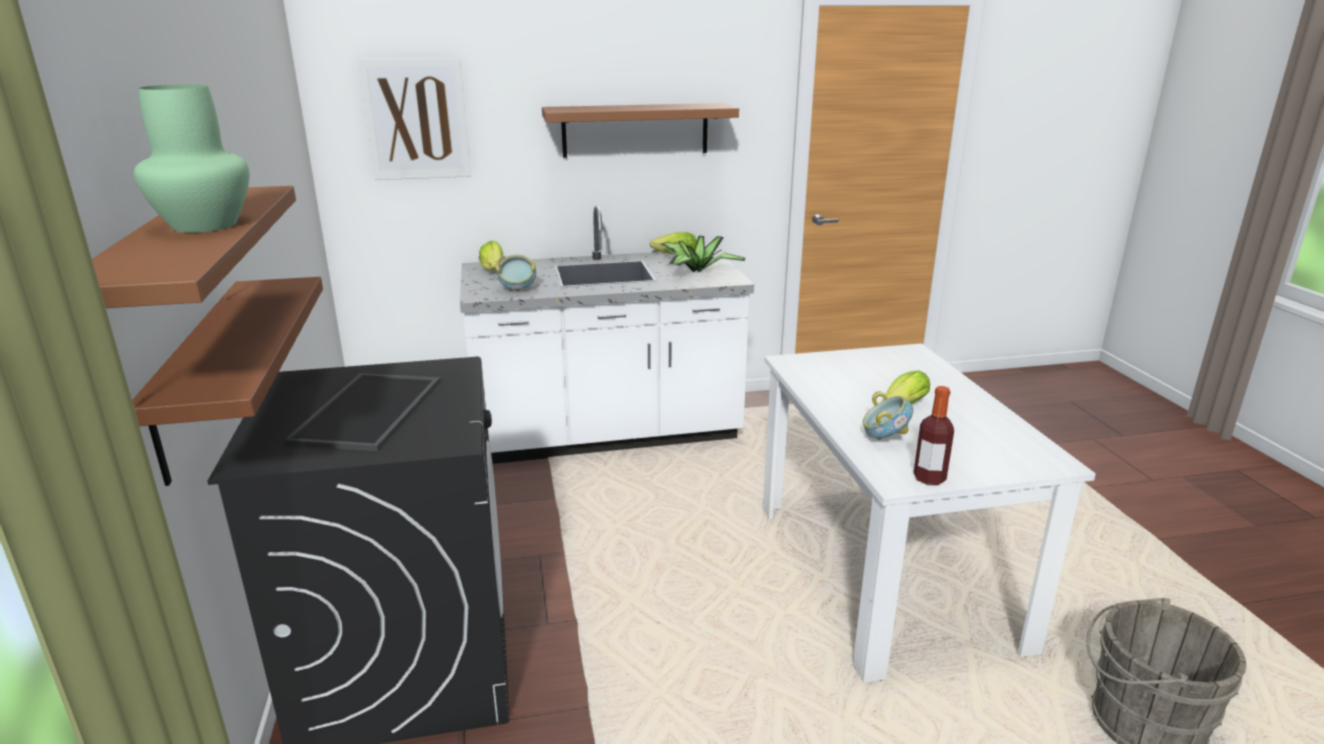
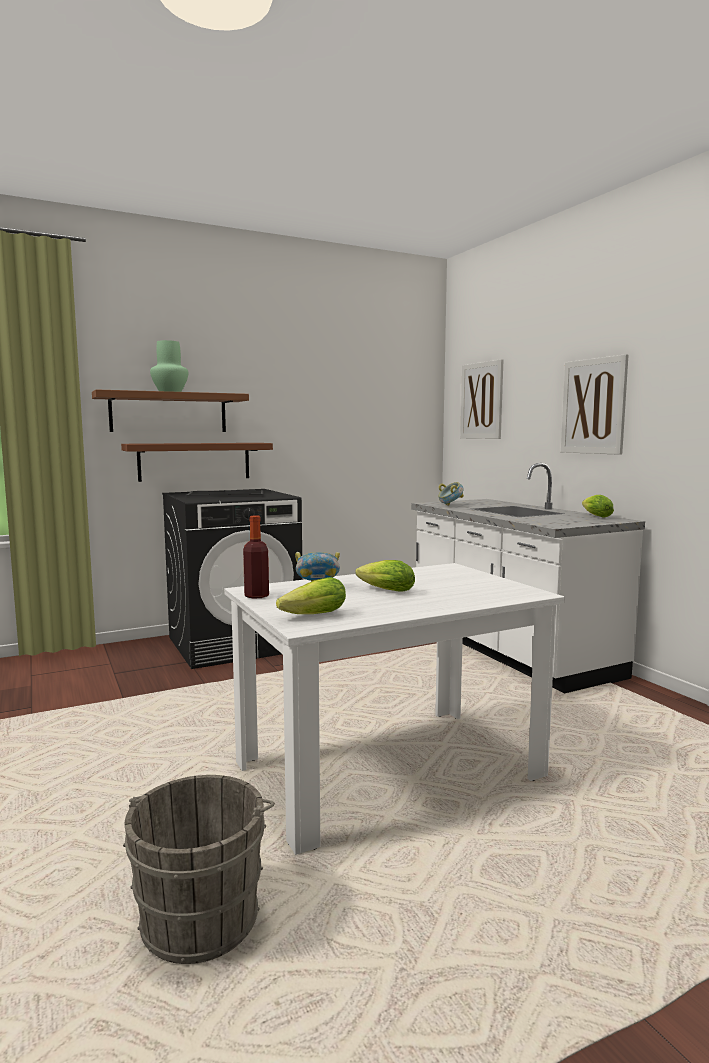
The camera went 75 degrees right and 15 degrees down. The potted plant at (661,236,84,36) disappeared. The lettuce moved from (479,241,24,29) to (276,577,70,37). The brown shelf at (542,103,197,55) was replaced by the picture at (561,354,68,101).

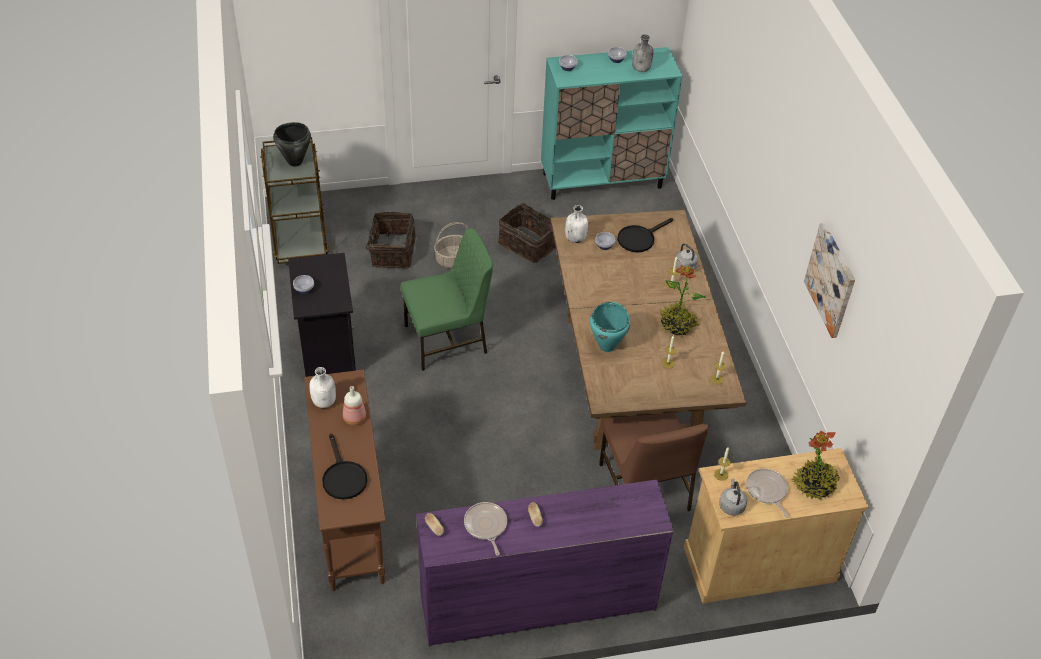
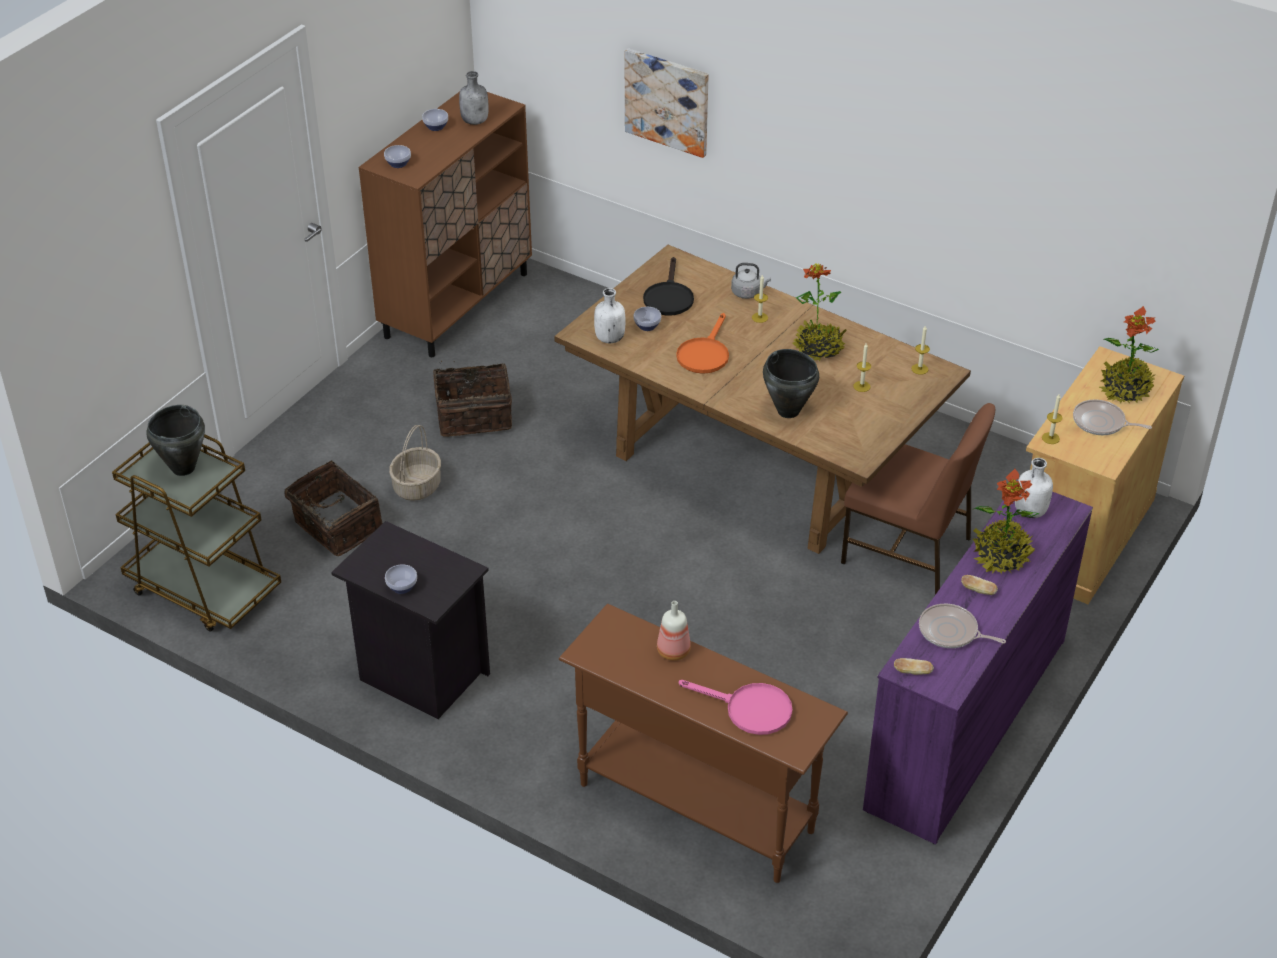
The camera went 45 degrees left and 5 degrees down. The green chair at (400,228,93,143) disappeared. The grey kettle at (719,479,28,37) disappeared. The orange frying pan at (676,313,53,61) appeared. The potted plant at (973,469,66,105) appeared. The white bottle moved from (309,367,27,41) to (1015,458,38,60). The picture moved from (804,223,51,115) to (624,48,85,110). The black frying pan at (322,433,45,67) became the pink frying pan at (679,680,113,55). The turquoise cabinet at (541,47,141,153) became the brown cabinet at (359,92,173,265). The turquoise cooking pot at (590,302,40,50) became the black cooking pot at (763,349,56,69).

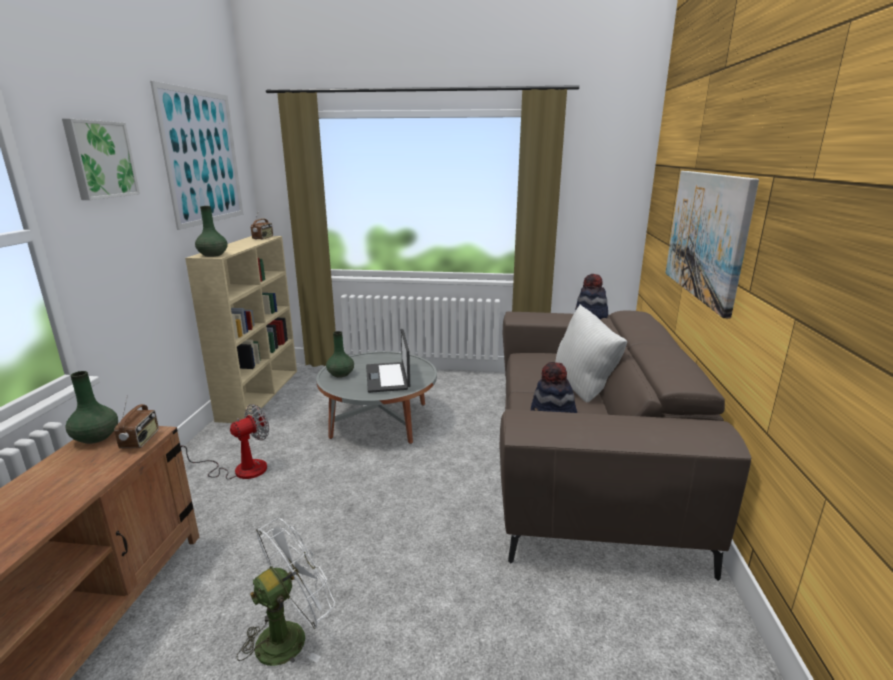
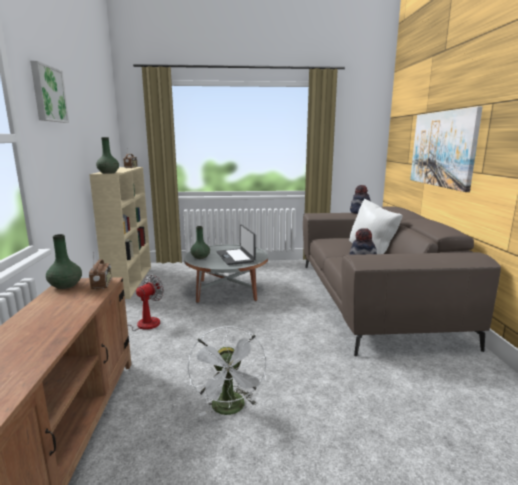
The camera went 10 degrees left and 5 degrees down. The picture at (150,81,93,149) disappeared. The white fan at (237,518,98,148) turned 135 degrees clockwise.

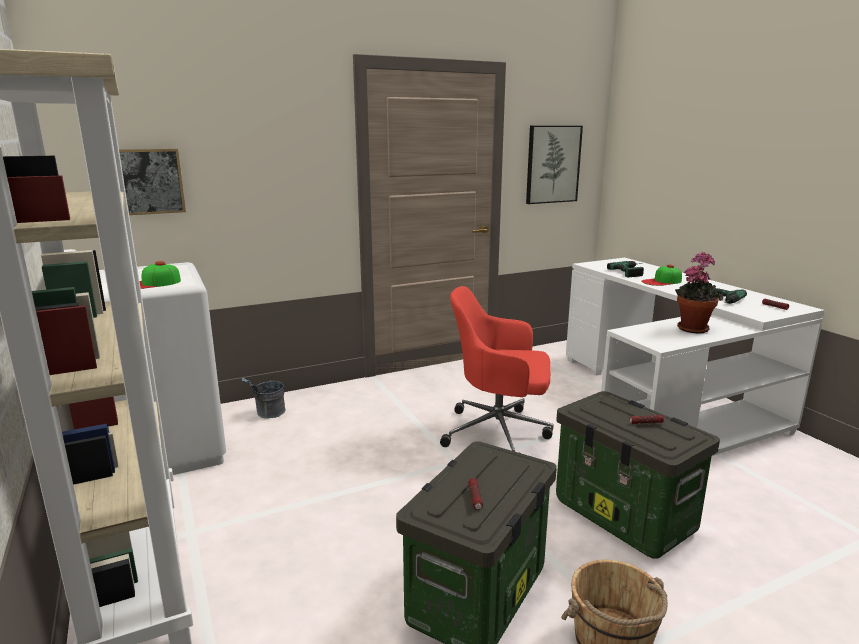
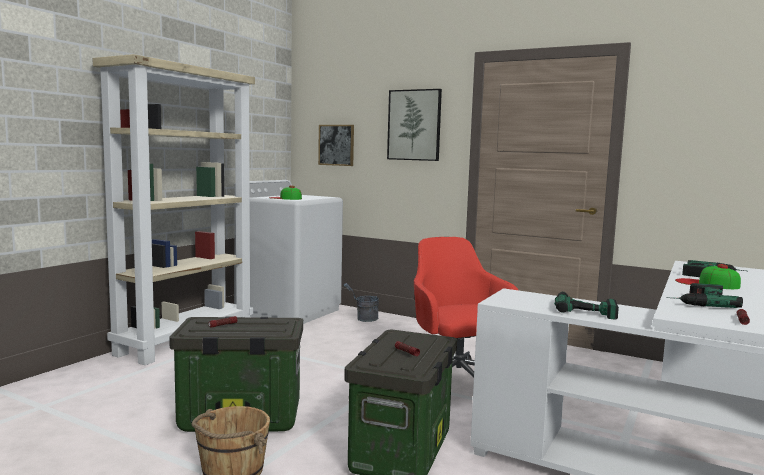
The camera went 55 degrees right and 10 degrees down. The picture moved from (526,126,57,78) to (387,89,55,72). The potted plant at (675,252,49,82) was replaced by the power drill at (554,292,65,28).

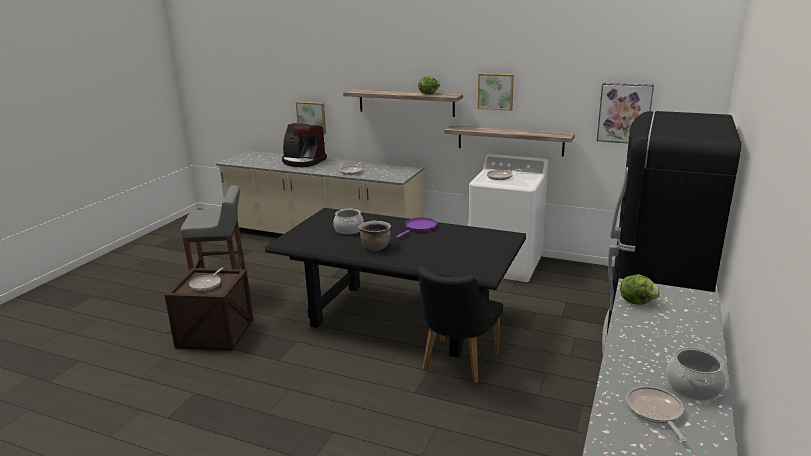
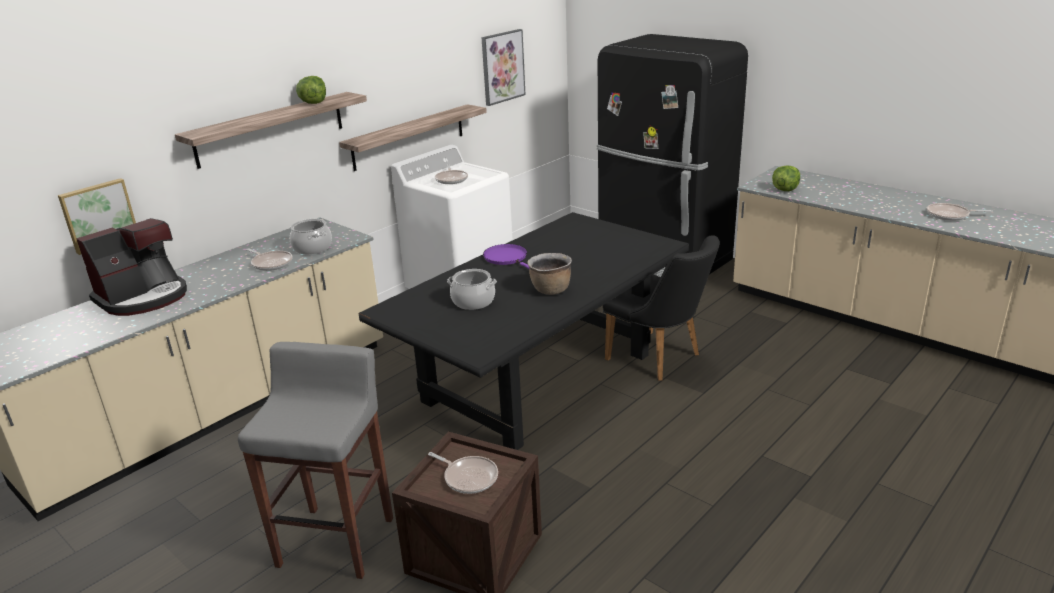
The camera went 70 degrees left and 5 degrees up. The picture at (478,73,36,38) disappeared. The cooking pot moved from (666,347,60,54) to (290,219,42,35).

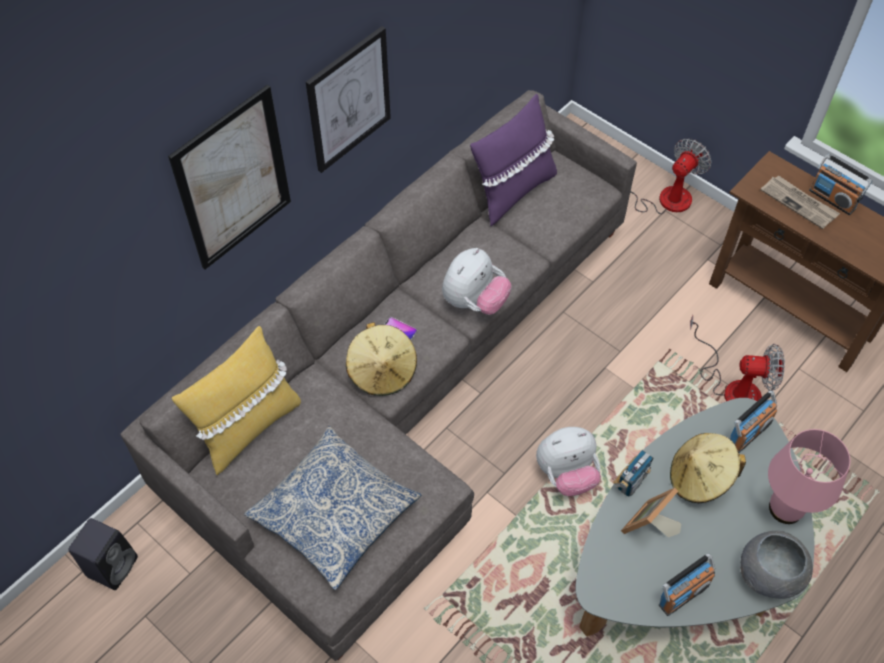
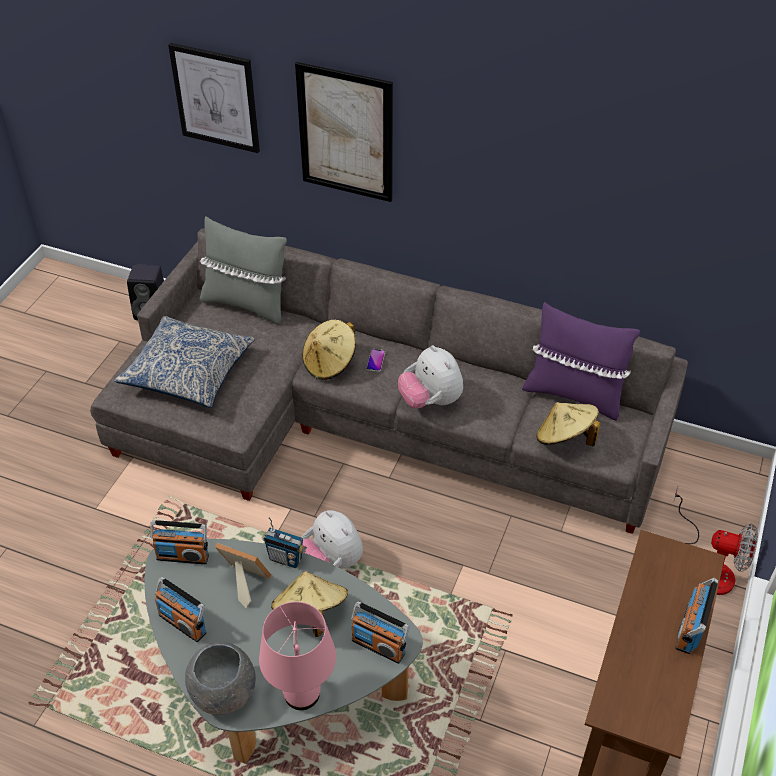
The camera went 70 degrees right and 10 degrees down. The fan at (690,315,95,86) disappeared. The newspaper at (760,175,80,54) disappeared. The radio at (150,520,59,44) appeared. The beige hat at (536,402,65,44) appeared. The picture moved from (306,26,85,147) to (168,43,92,110). The yellow pillow at (172,326,129,149) became the grey pillow at (199,216,88,109). The plush toy at (442,248,69,67) turned 45 degrees clockwise.

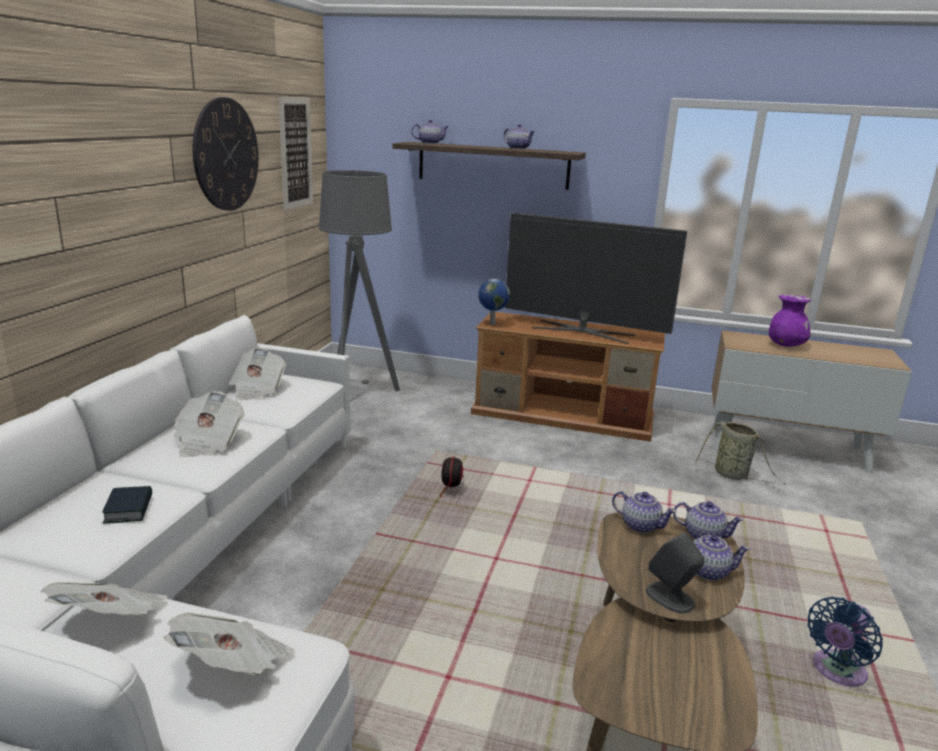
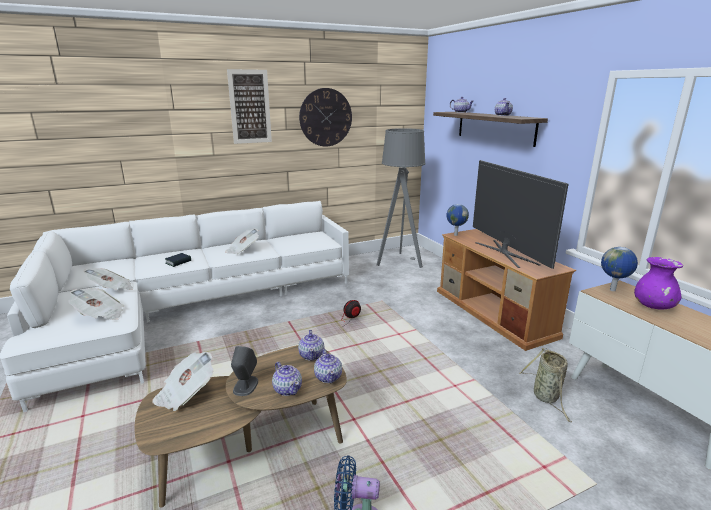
The camera went 50 degrees right and 0 degrees up. The globe at (601,247,37,44) appeared. The newspaper moved from (229,348,57,52) to (153,352,61,59). The picture moved from (278,96,35,114) to (227,69,45,75).

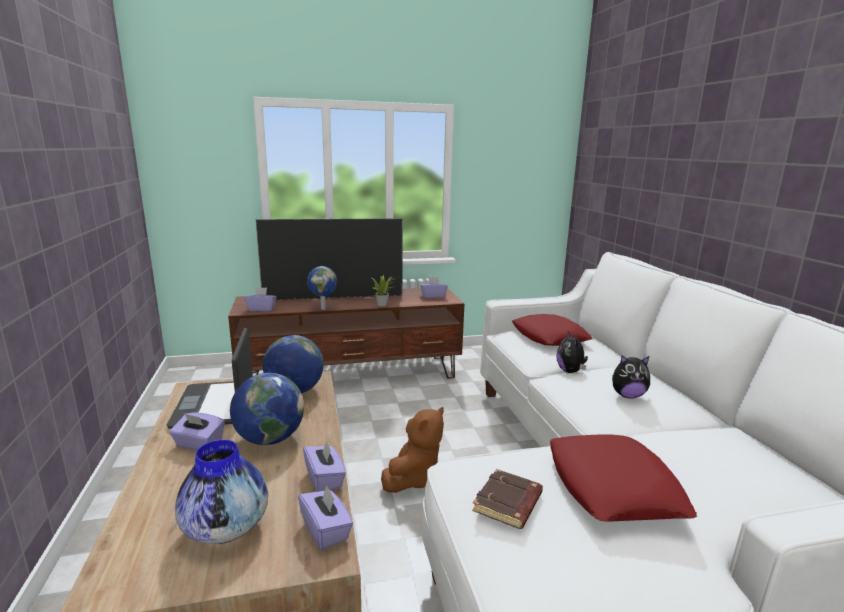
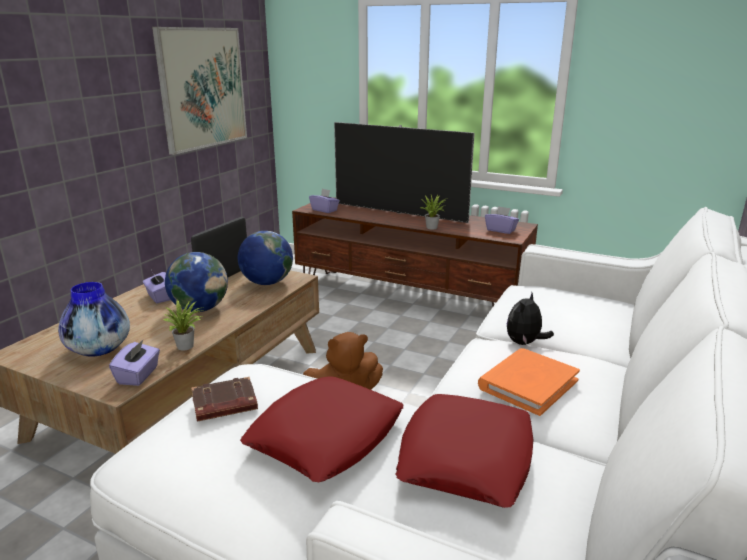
The camera went 40 degrees right and 5 degrees up. The globe at (307,266,30,44) disappeared. The picture at (152,27,95,128) appeared. The red pillow moved from (512,314,81,32) to (396,394,137,114). The purple tissue box at (303,440,43,52) was replaced by the potted plant at (163,300,41,51). The plush toy at (612,355,38,44) was replaced by the orange book at (478,348,102,68).

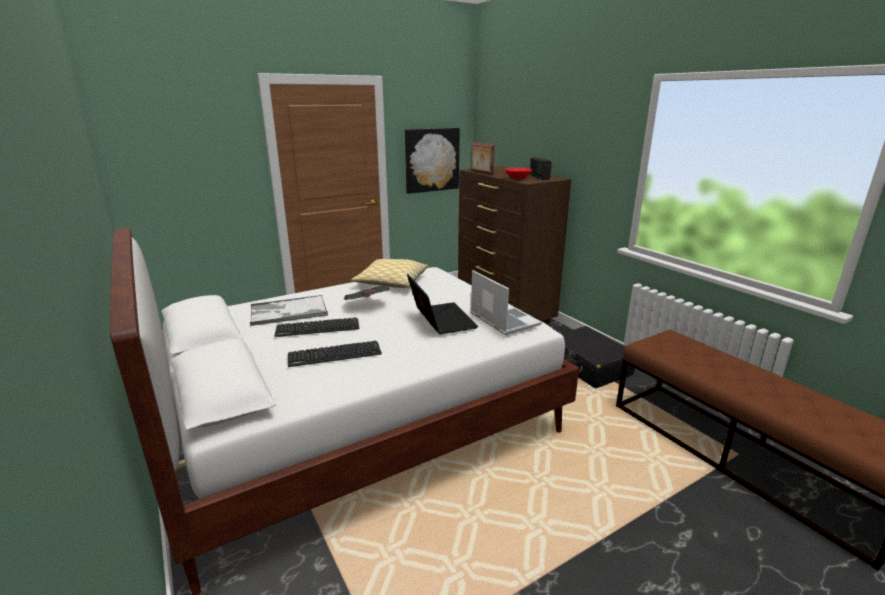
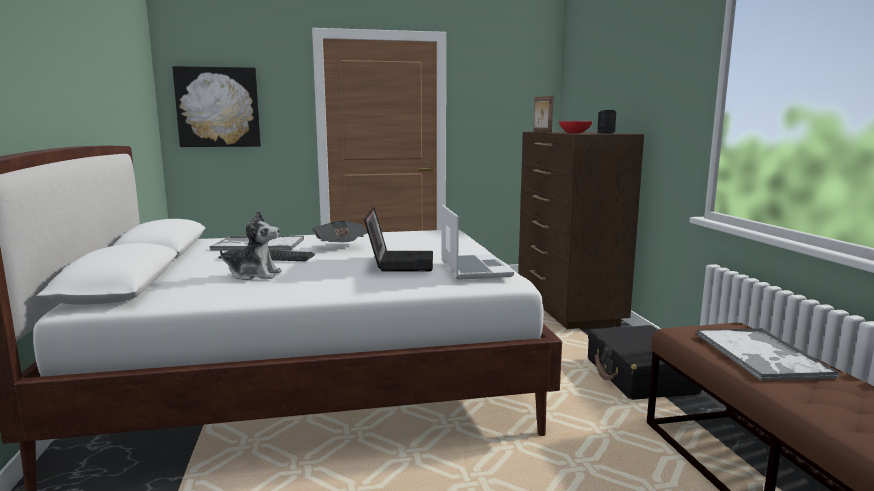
The camera went 20 degrees right and 10 degrees down. The pillow at (351,259,78,29) disappeared. The tray at (696,328,144,53) appeared. The picture moved from (405,128,55,66) to (172,66,89,81). The keyboard at (288,341,94,26) was replaced by the plush toy at (220,210,62,70).

